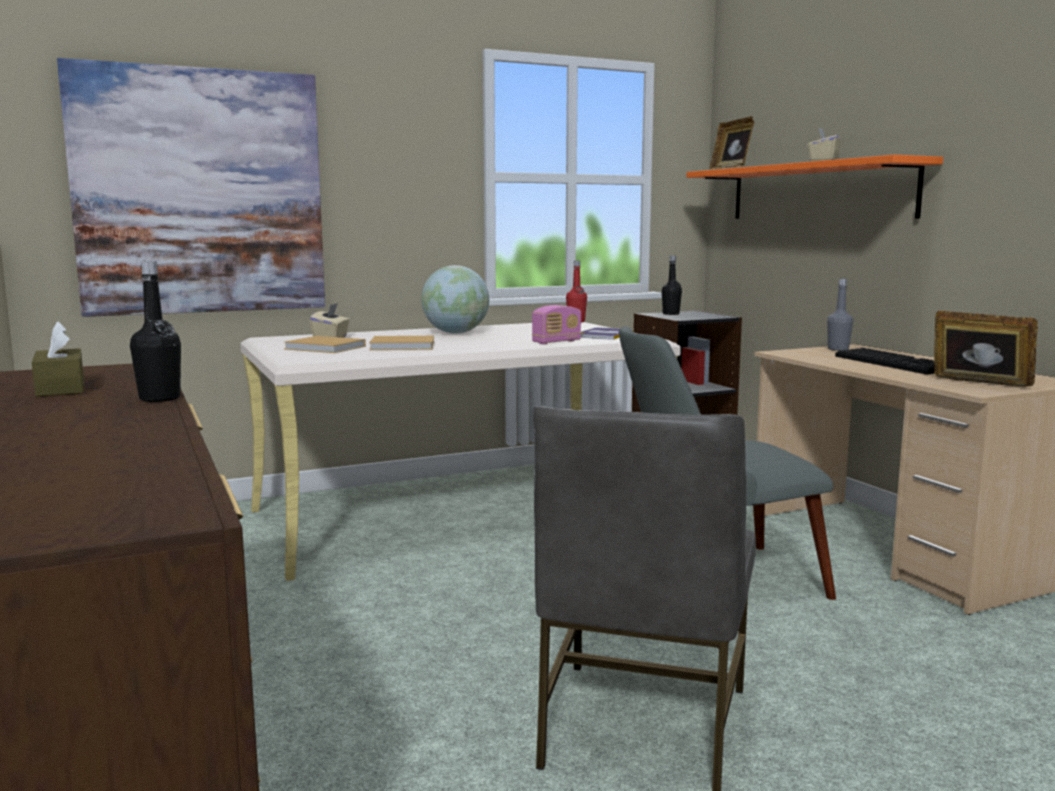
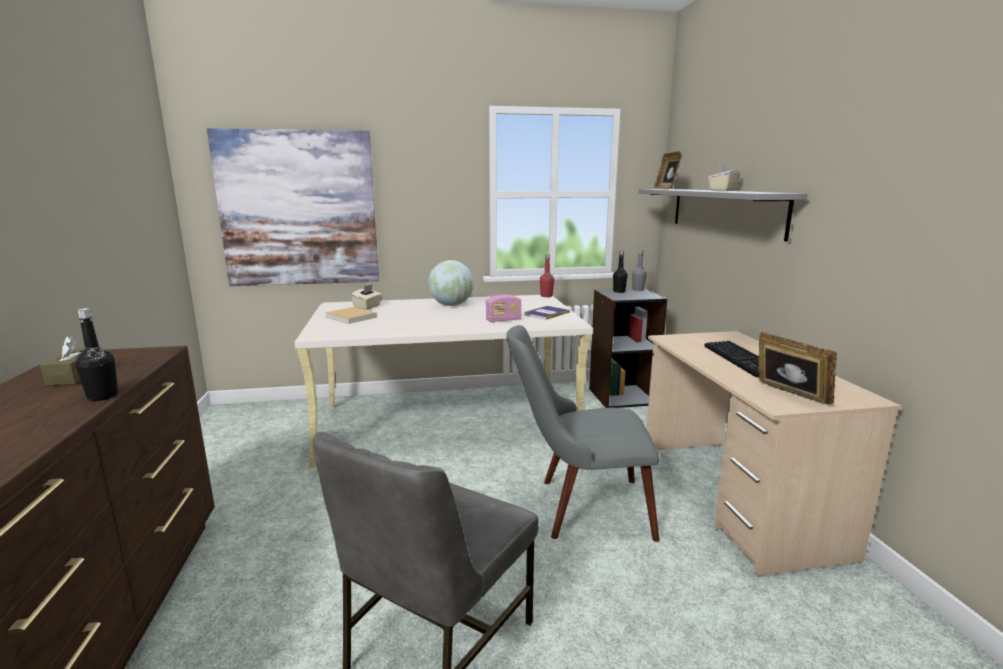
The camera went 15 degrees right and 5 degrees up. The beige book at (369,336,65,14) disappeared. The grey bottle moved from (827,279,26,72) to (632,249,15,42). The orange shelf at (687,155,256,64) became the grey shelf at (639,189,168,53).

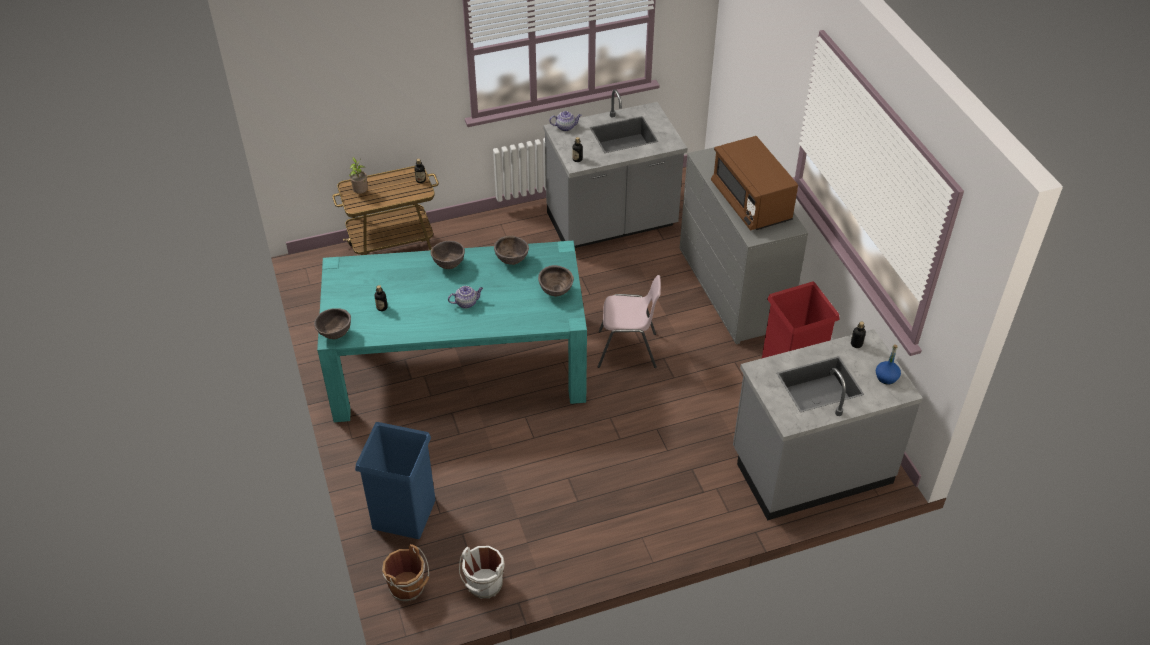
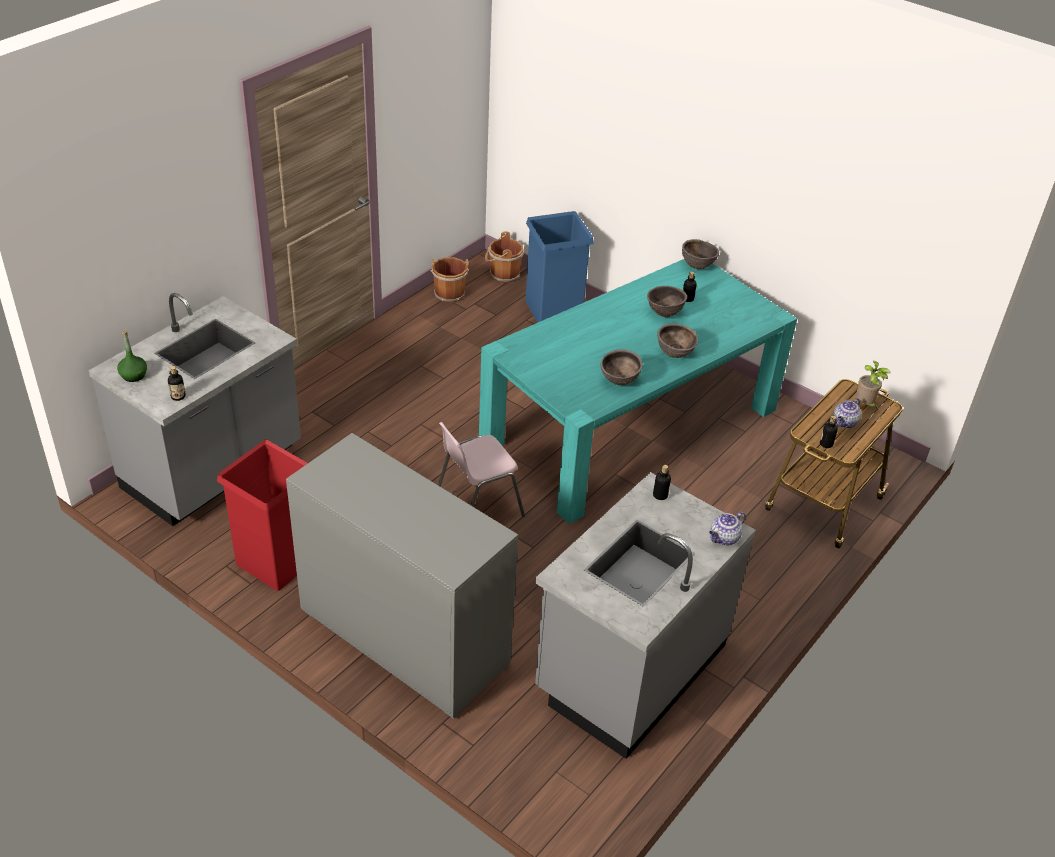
The camera went 145 degrees right and 5 degrees down. The brown microwave at (711,136,87,94) disappeared. The teapot moved from (448,286,35,22) to (834,398,27,30). The brown bowl moved from (538,265,36,31) to (647,286,40,31). The white bucket at (459,546,46,52) became the brown bucket at (430,257,40,46). The blue bottle at (876,344,25,41) became the green bottle at (117,331,30,51).

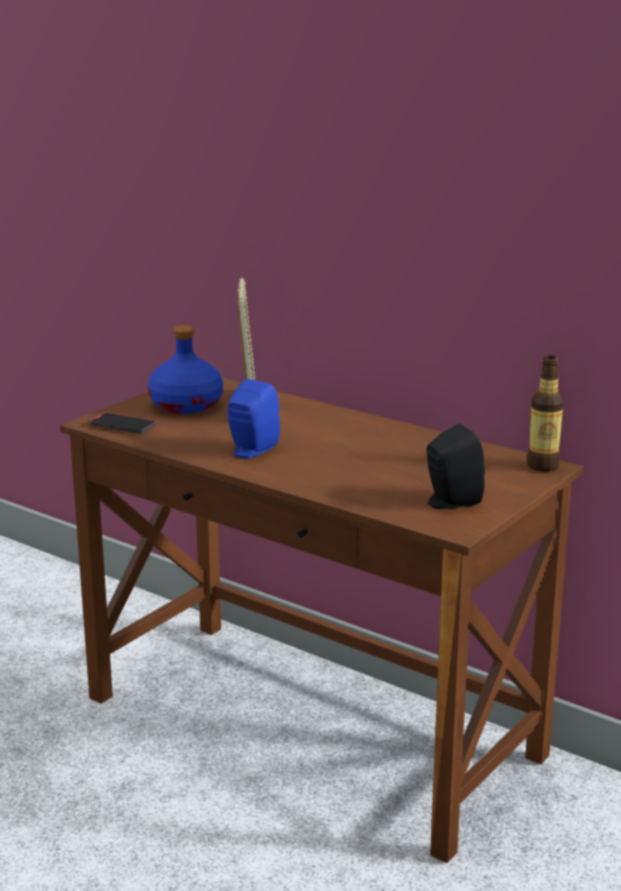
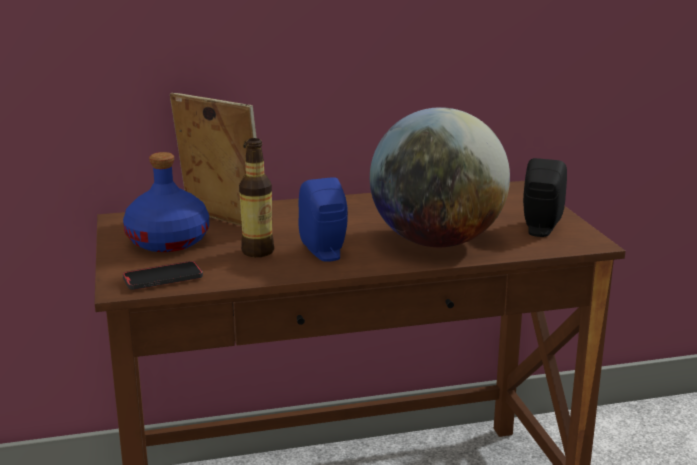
The camera went 50 degrees left and 0 degrees up. The globe at (370,107,140,140) appeared. The bottle moved from (527,356,37,116) to (239,138,35,119).

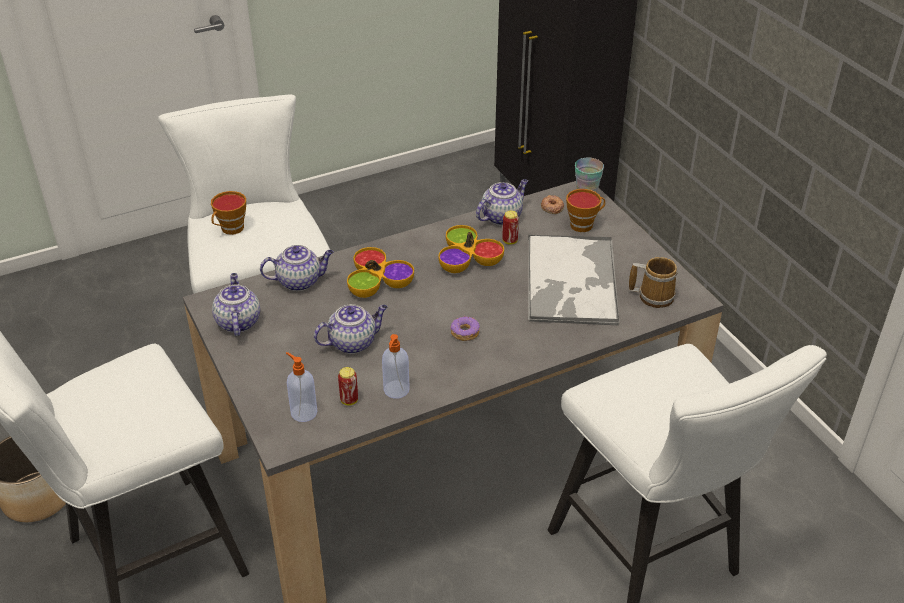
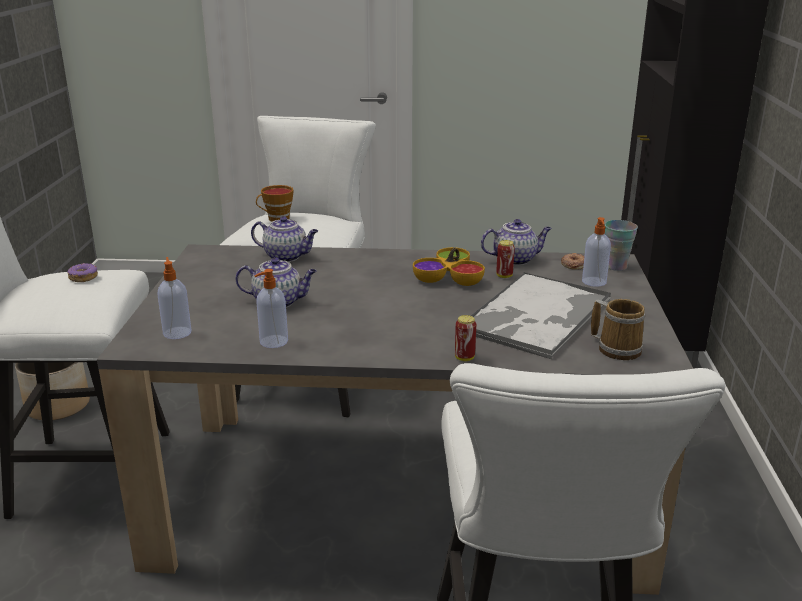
The camera went 30 degrees right and 15 degrees down. The teapot at (212,273,48,63) disappeared. The bowl at (347,247,67,51) disappeared. The can moved from (338,367,20,38) to (455,315,21,46). The donut moved from (450,316,30,25) to (67,263,31,19). The cup at (566,189,39,43) was replaced by the soap dispenser at (582,217,29,70).

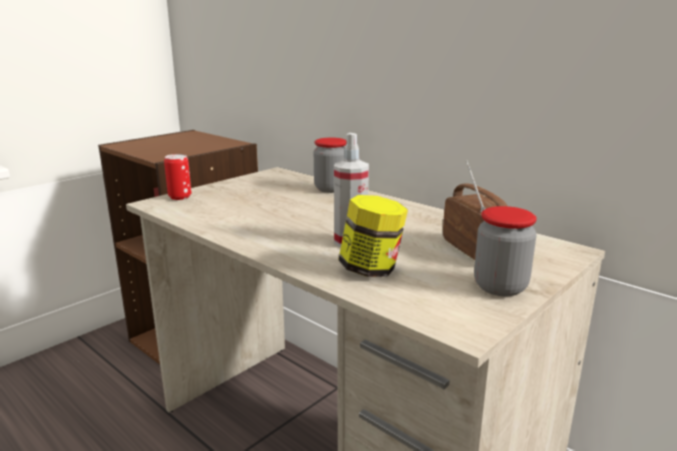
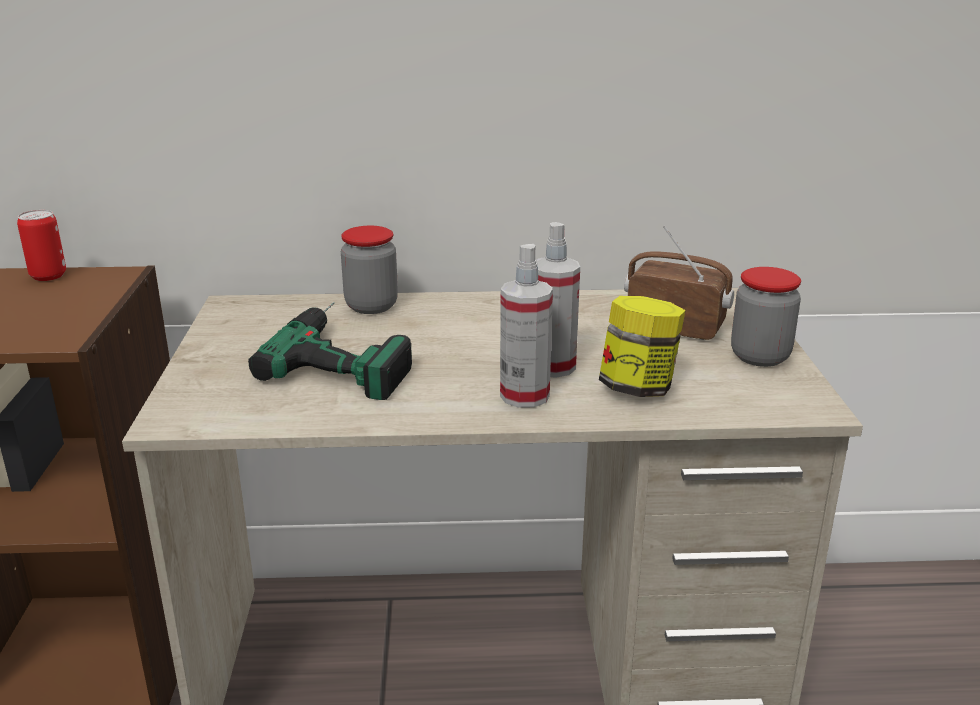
The camera went 45 degrees left and 5 degrees up. The power drill at (248,302,164,98) appeared. The spray bottle at (500,244,53,164) appeared. The can moved from (164,154,27,46) to (17,210,49,71).

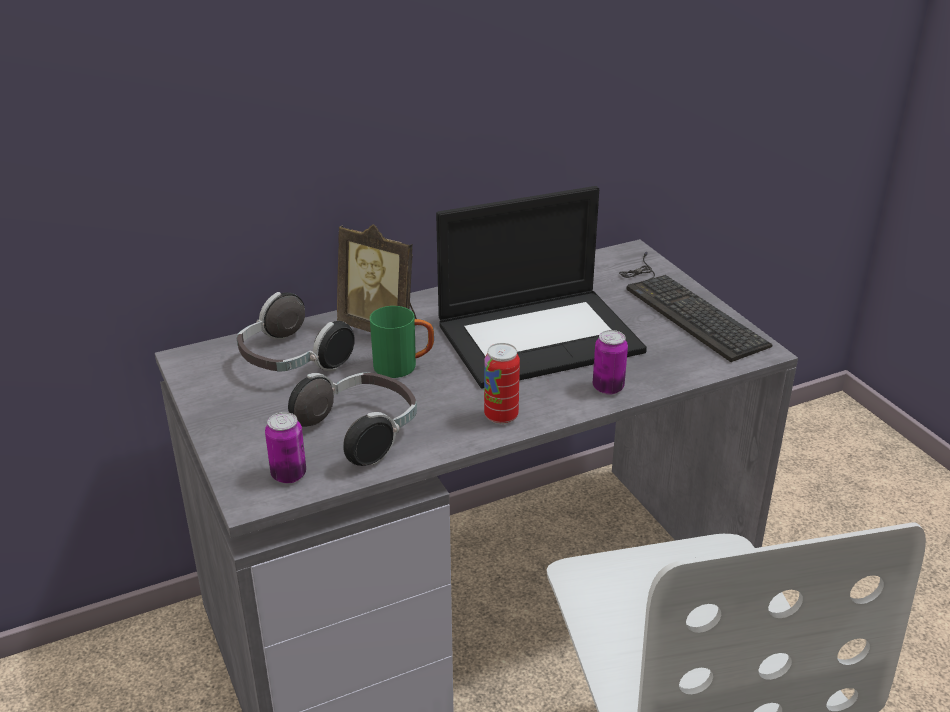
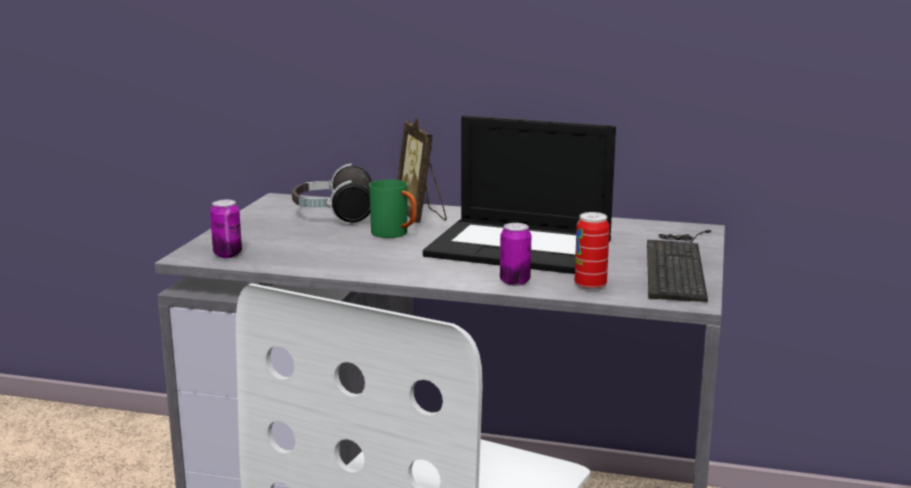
The camera went 40 degrees right and 15 degrees down. The headphones at (288,372,129,94) disappeared. The can moved from (484,343,36,81) to (575,212,35,79).

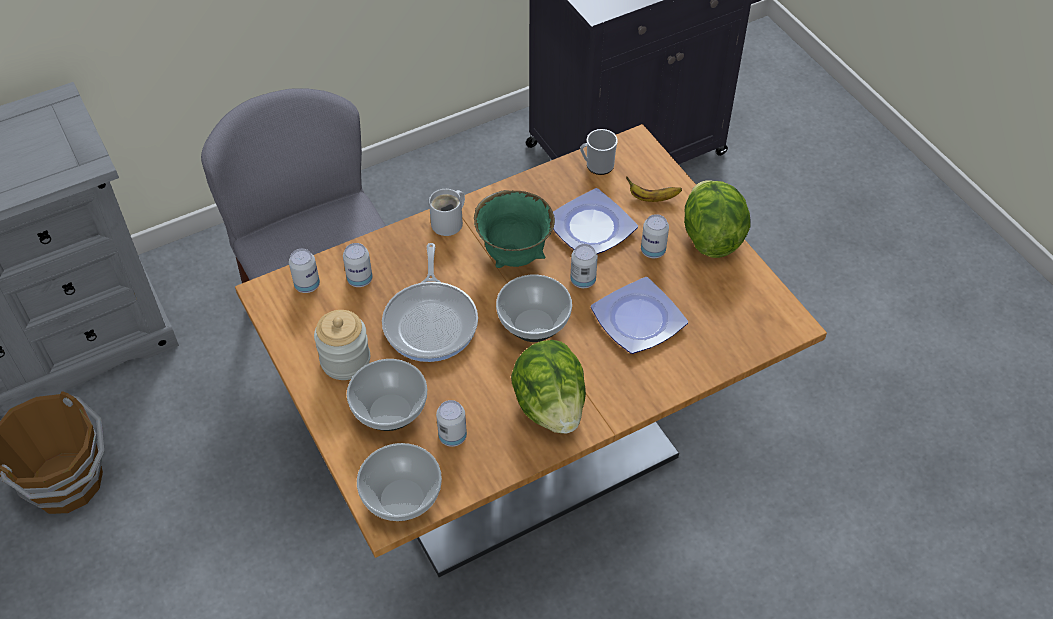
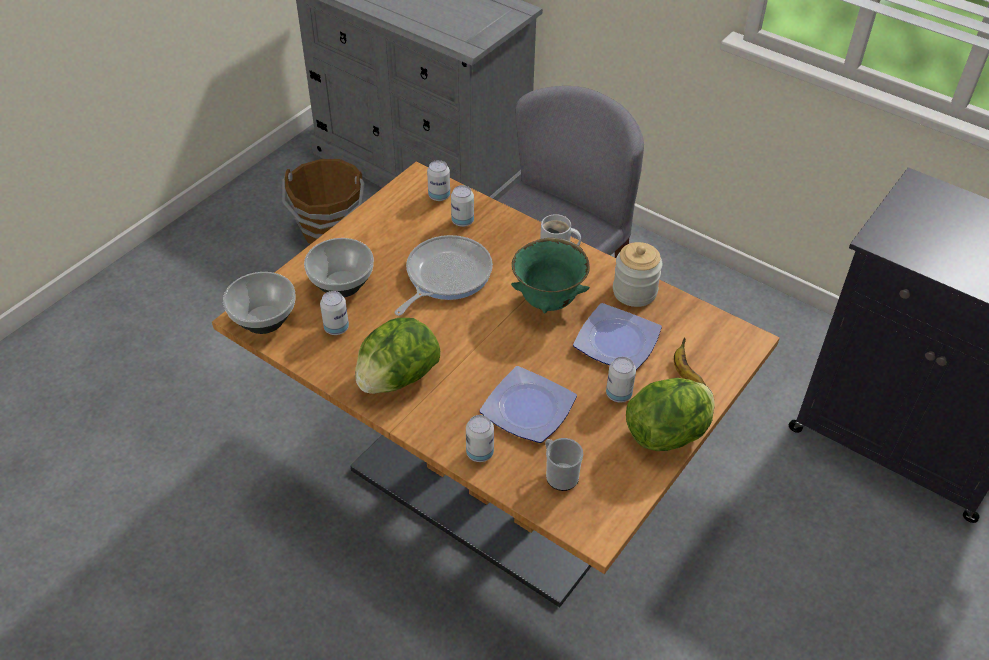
The camera went 65 degrees right and 5 degrees down. The bowl at (496,275,76,67) disappeared. The jar moved from (314,310,56,70) to (613,242,50,65). The can moved from (570,244,28,44) to (466,415,28,47). The mug moved from (580,129,38,46) to (545,438,38,53). The frying pan at (382,243,96,119) turned 150 degrees clockwise.

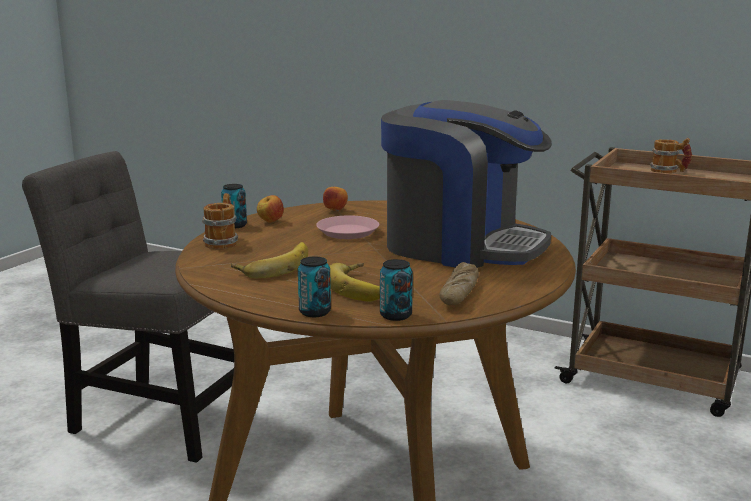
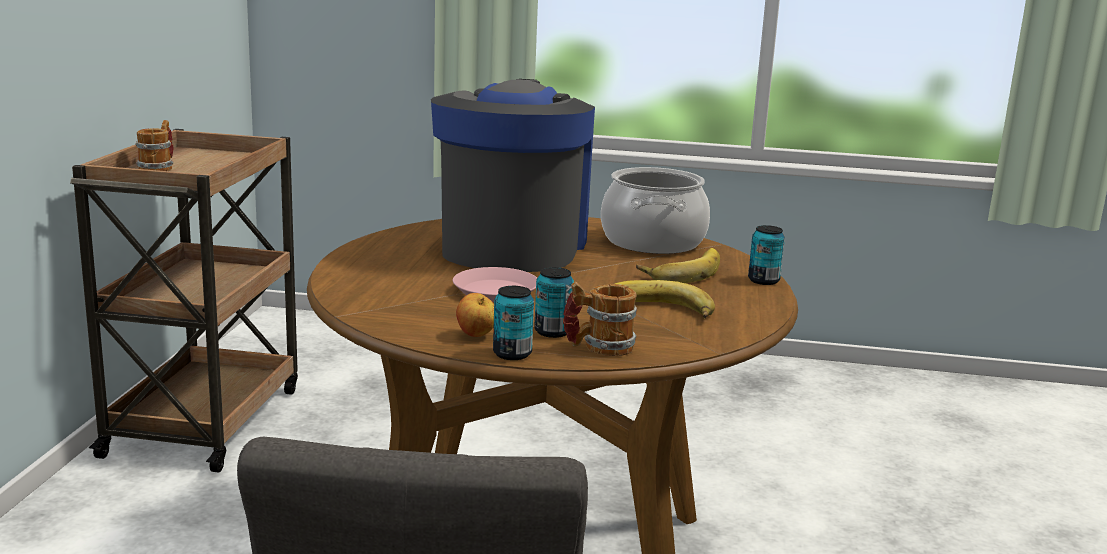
The camera went 110 degrees left and 0 degrees up. The apple at (323,186,25,25) disappeared. The can moved from (380,259,33,62) to (534,267,40,71). The bread at (439,262,40,43) was replaced by the cooking pot at (601,167,109,87).

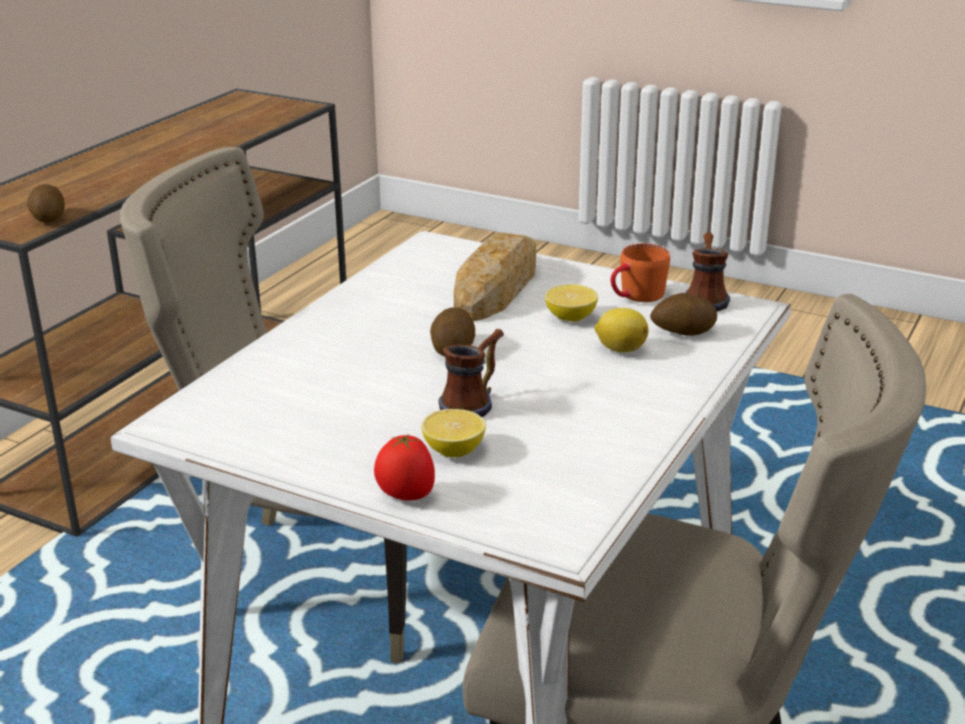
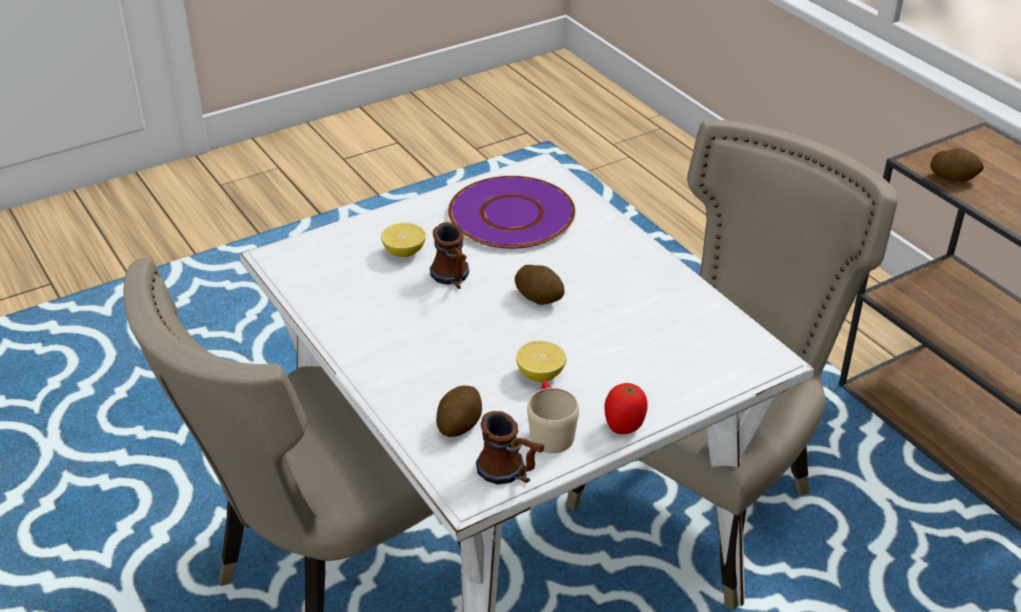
The camera went 120 degrees right and 10 degrees up. The bread at (454,232,82,89) disappeared. The lemon at (594,308,54,45) disappeared. The purple plate at (448,176,127,73) appeared. The tomato moved from (374,433,61,67) to (604,383,44,51). The orange mug at (611,244,59,58) became the beige mug at (527,381,52,72).

